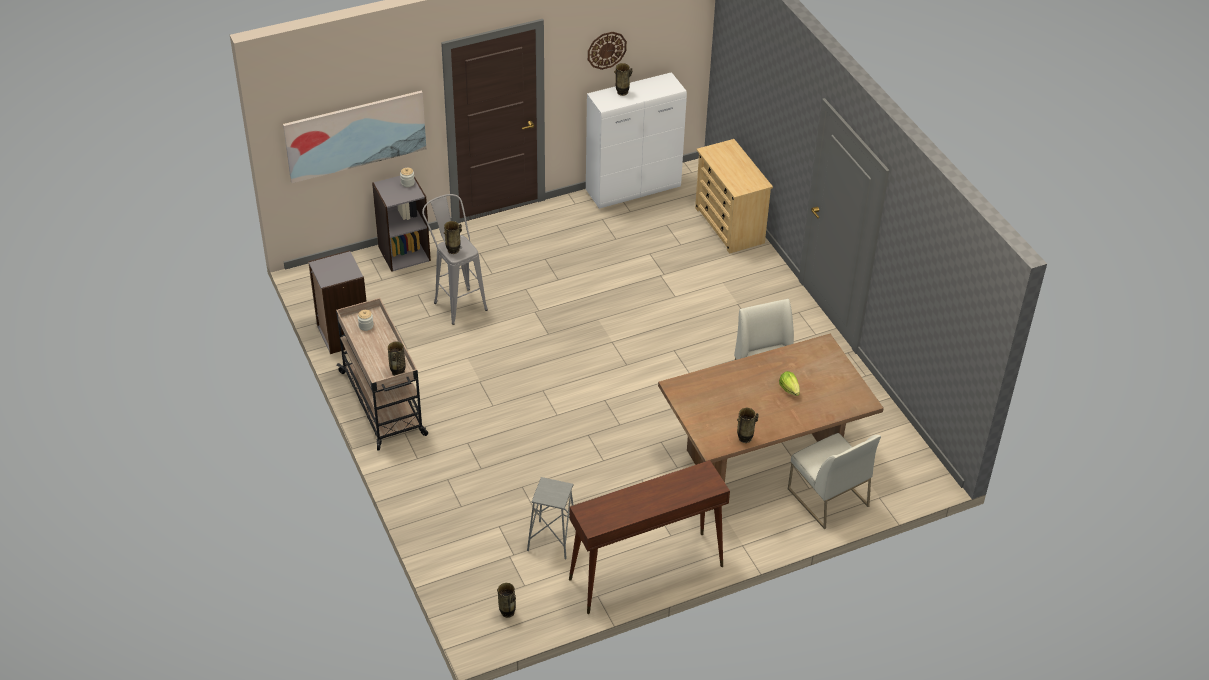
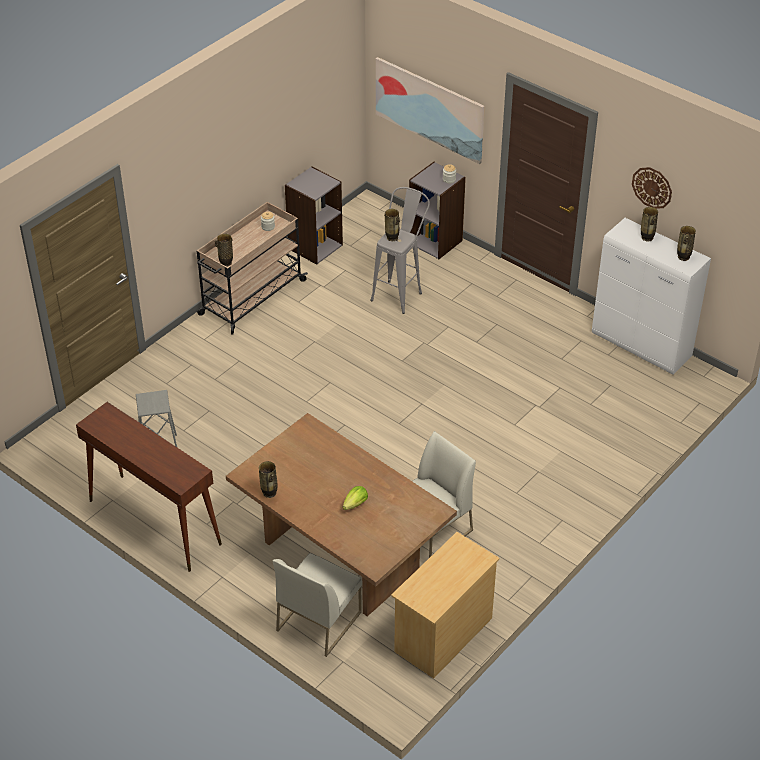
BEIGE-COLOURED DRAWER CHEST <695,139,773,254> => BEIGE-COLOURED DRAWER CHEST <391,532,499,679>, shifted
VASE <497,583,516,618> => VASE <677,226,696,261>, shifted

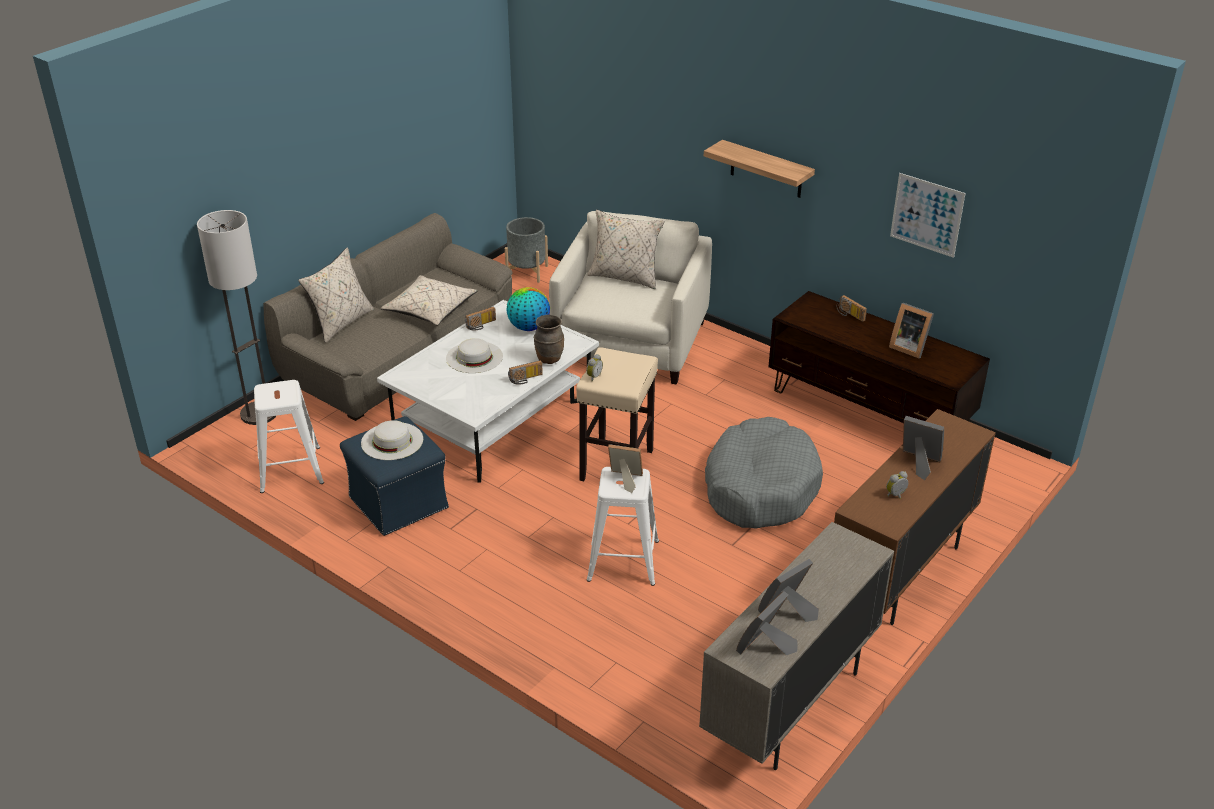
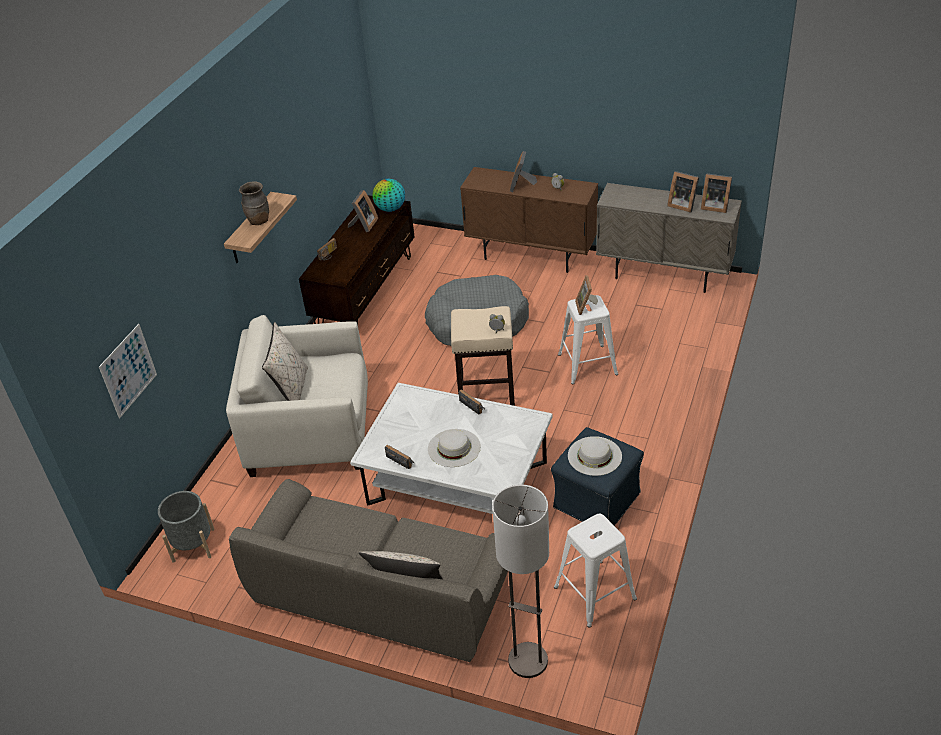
WALL ART <890,173,966,258> => WALL ART <99,324,157,418>, shifted
BROWN VASE <534,315,564,364> => BROWN VASE <239,181,269,225>, shifted
GLOBE <506,287,550,331> => GLOBE <373,179,405,212>, shifted
BEIGE-COLOURED CUSHION <381,275,478,325> => nothing

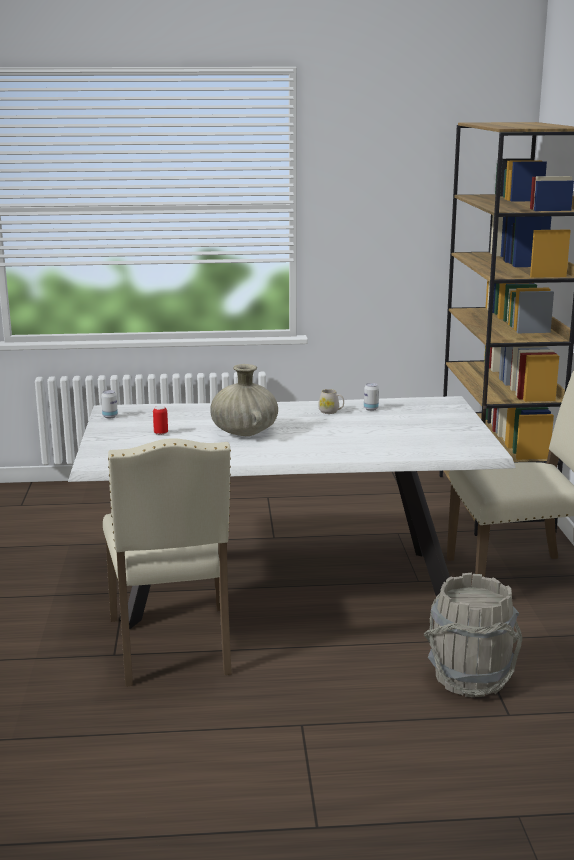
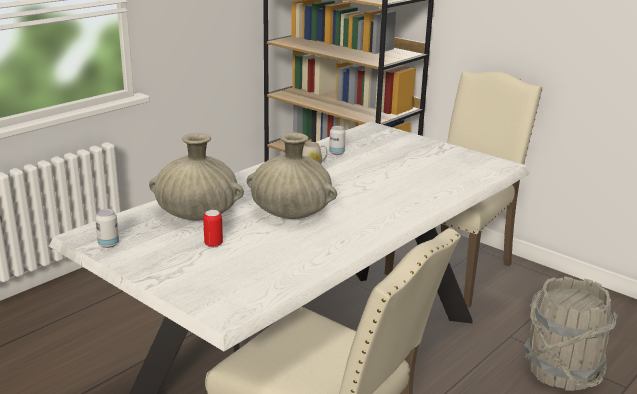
nothing => BEIGE-COLOURED VASE <149,133,244,221>

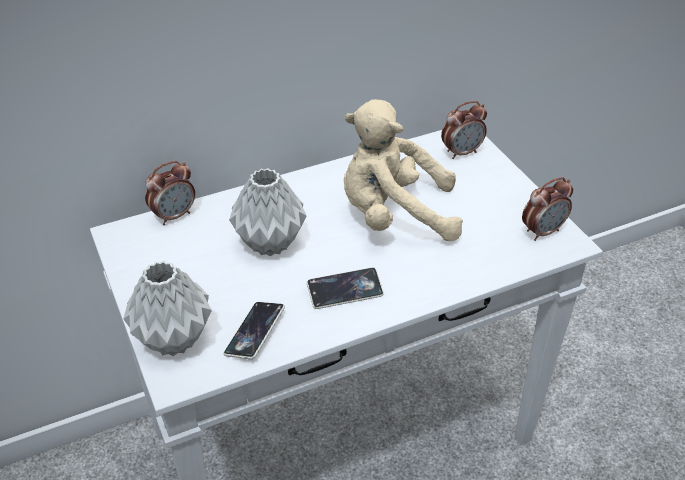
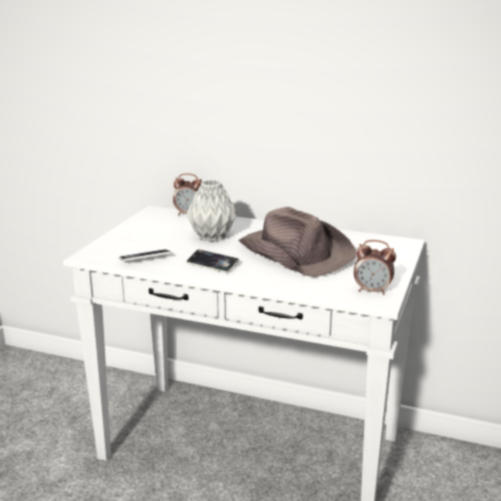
BEIGE-COLOURED CUDDLY TOY <344,99,463,242> => BROWN WEARABLE HAT <238,207,356,277>
GRAY VASE <123,261,212,356> => nothing
BEDSIDE CLOCK <441,101,487,159> => nothing

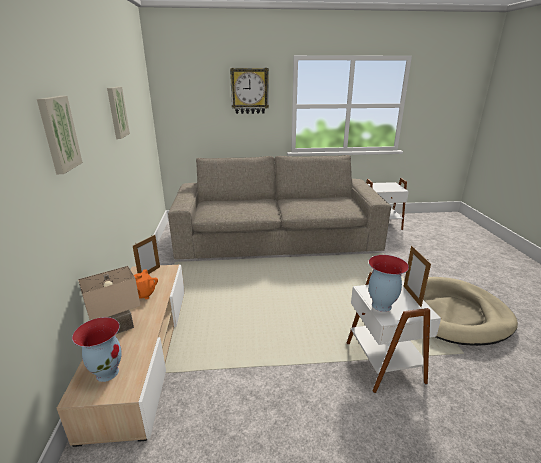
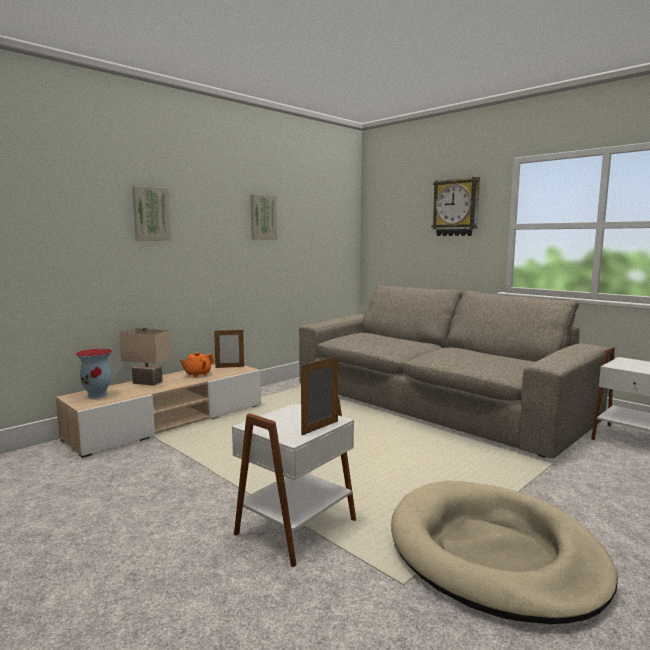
VASE <368,255,409,312> => nothing

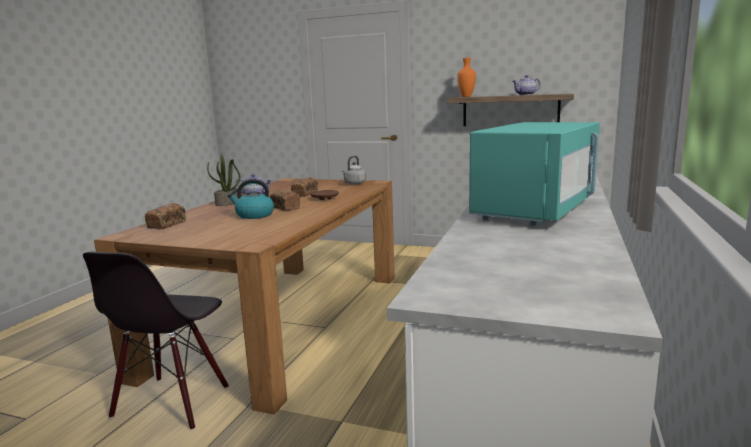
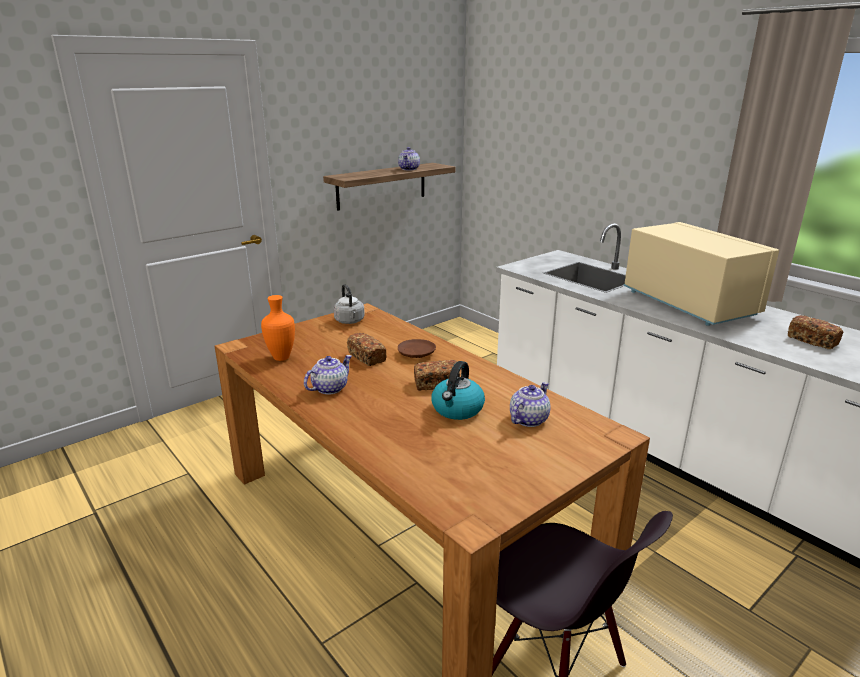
ORANGE VASE <457,58,476,97> => ORANGE VASE <261,295,295,361>, shifted
nothing => POT FOR TEA <510,382,550,427>
TURQUOISE MICROWAVE <469,122,600,225> => BEIGE-COLOURED MICROWAVE <624,222,779,326>
BAKERY BREAD <145,203,186,229> => BAKERY BREAD <788,315,844,349>, shifted
POTTED PLANT <207,155,241,206> => nothing

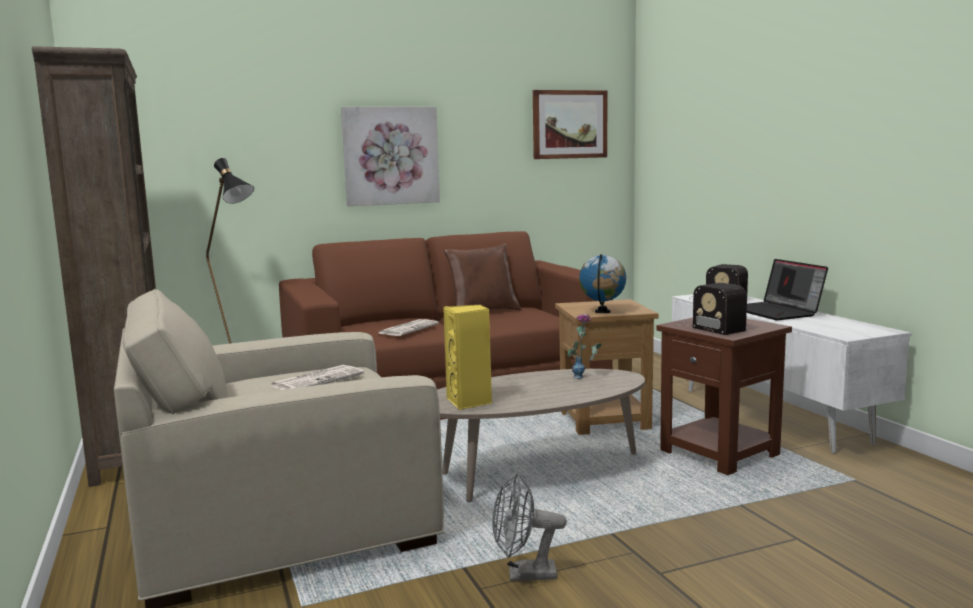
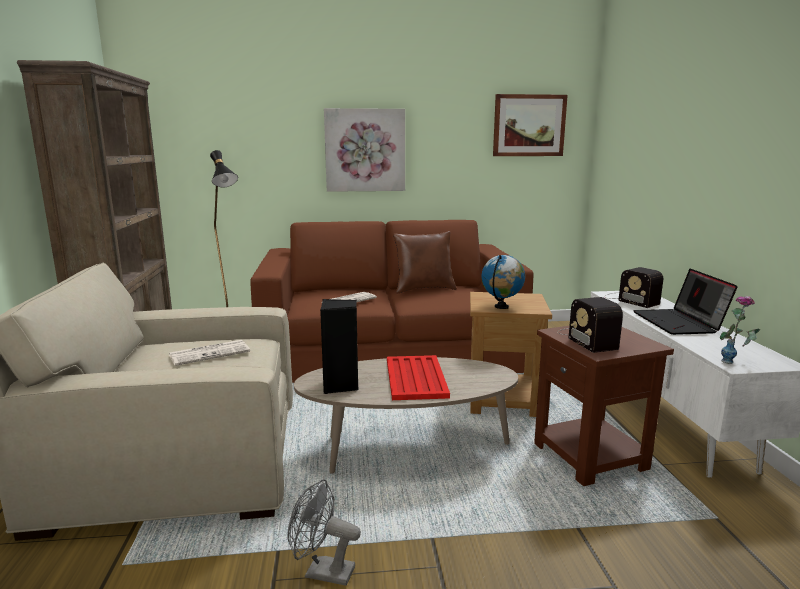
YELLOWISH LOUDSPEAKER <443,304,492,410> => BLACK-COLOURED LOUDSPEAKER <320,299,358,394>
nothing => REDDISH SERVING TRAY <387,355,450,400>
VASE <567,314,602,379> => VASE <720,296,760,364>, shifted

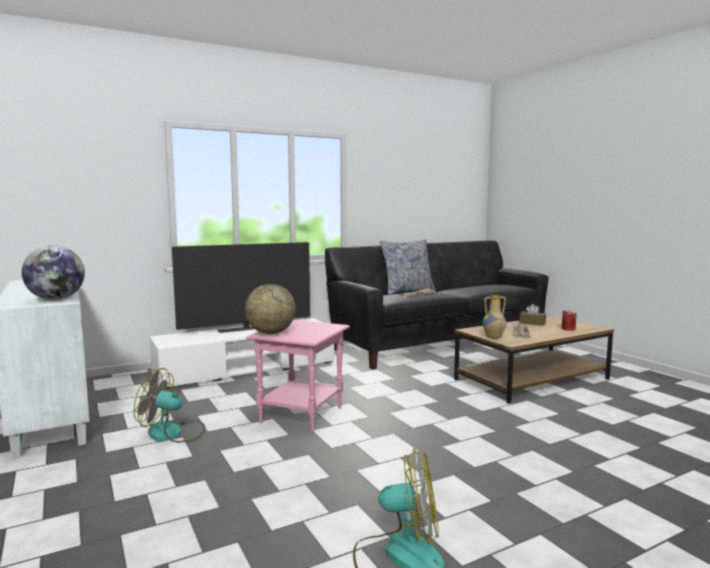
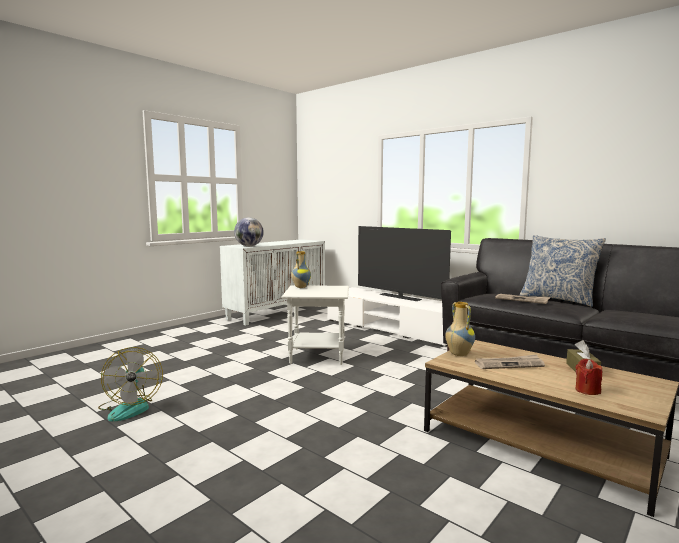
PINK END TABLE <246,320,350,432> => WHITISH END TABLE <281,285,349,365>
GLOBE <245,284,296,334> => VASE <291,251,311,288>
ELECTRIC FAN <134,368,205,443> => nothing

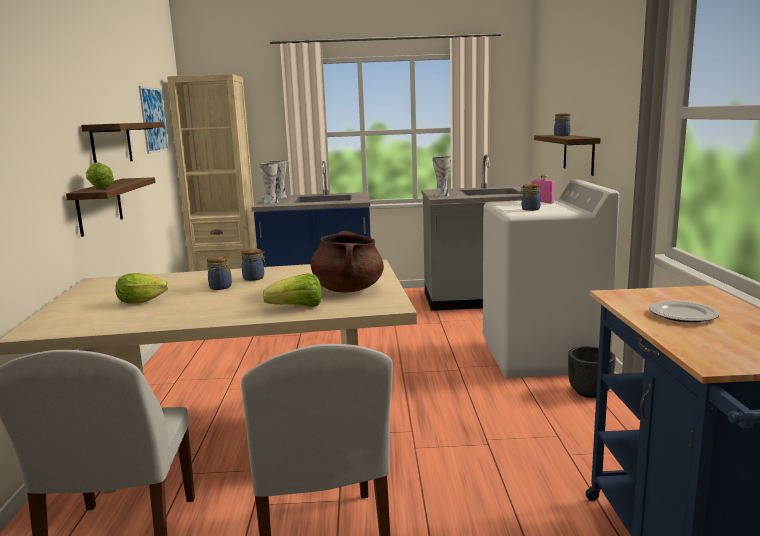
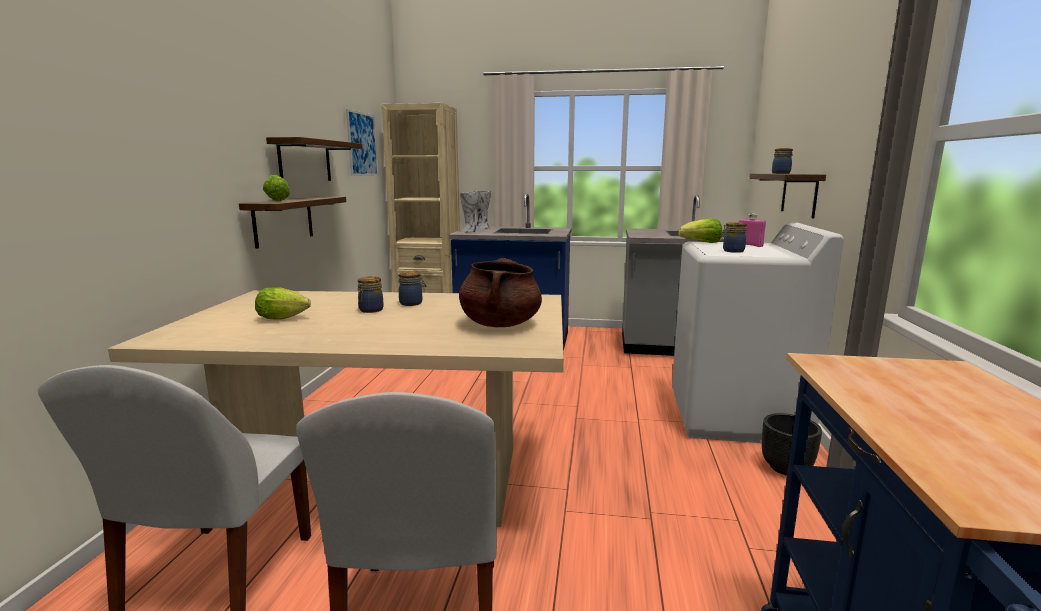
LETTUCE HEAD <262,273,322,307> => LETTUCE HEAD <678,218,722,243>, shifted
VASE <432,156,451,197> => nothing
PLATE <649,301,719,323> => nothing

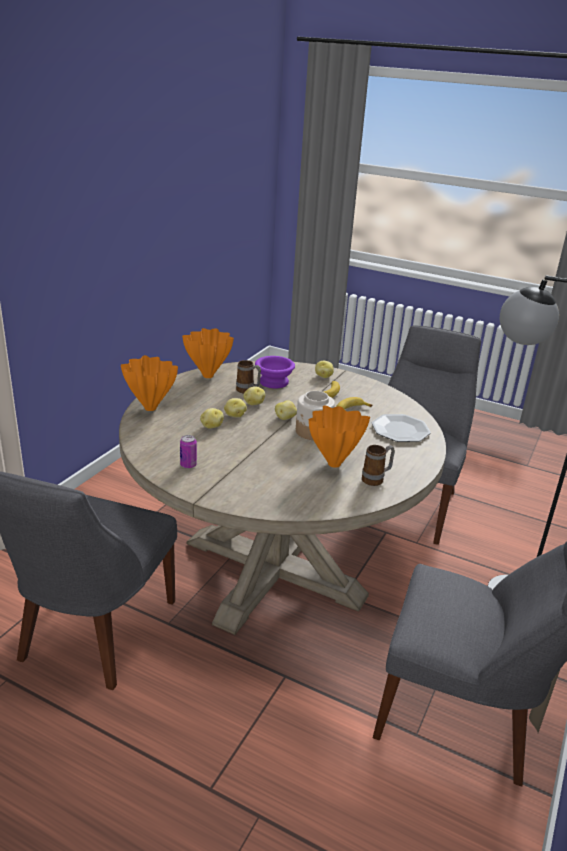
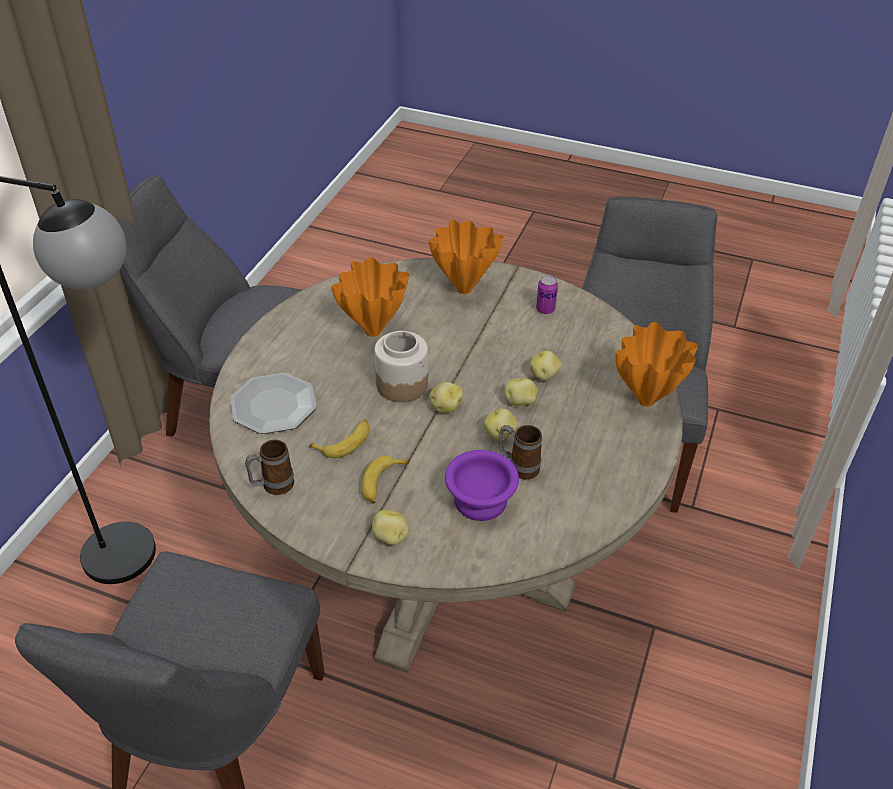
COFFEE MUG <362,445,395,486> => COFFEE MUG <245,440,294,495>, shifted
ORANGE VASE <182,328,234,378> => ORANGE VASE <429,220,504,294>, shifted

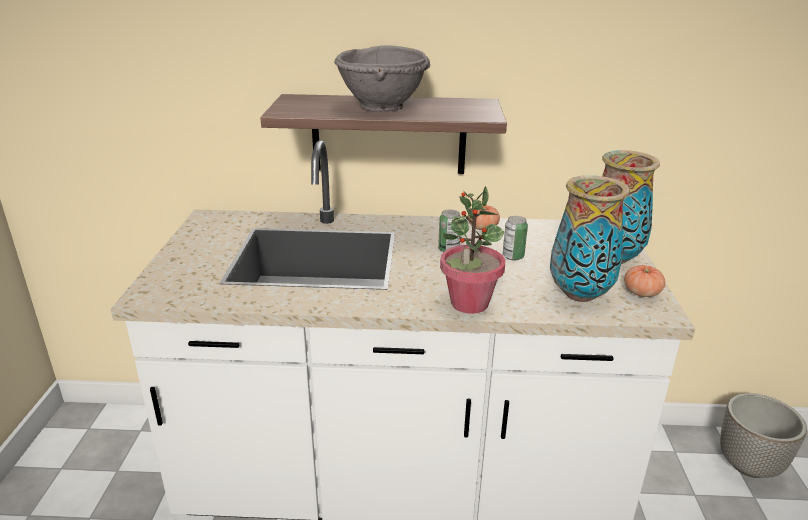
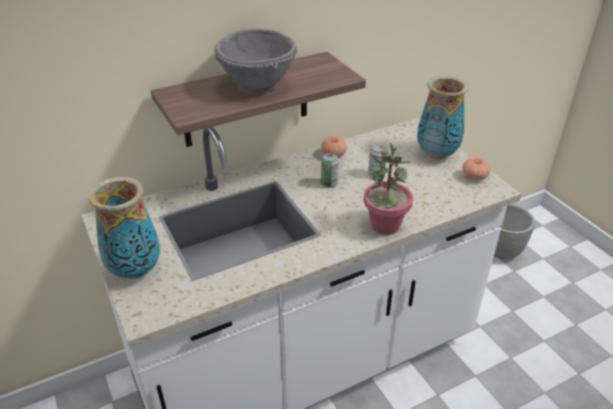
VASE <550,175,630,302> => VASE <89,177,160,279>, shifted

